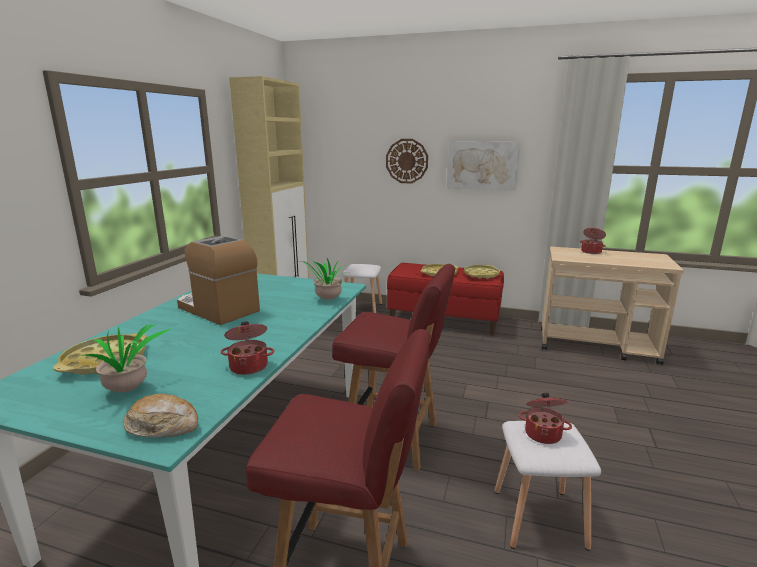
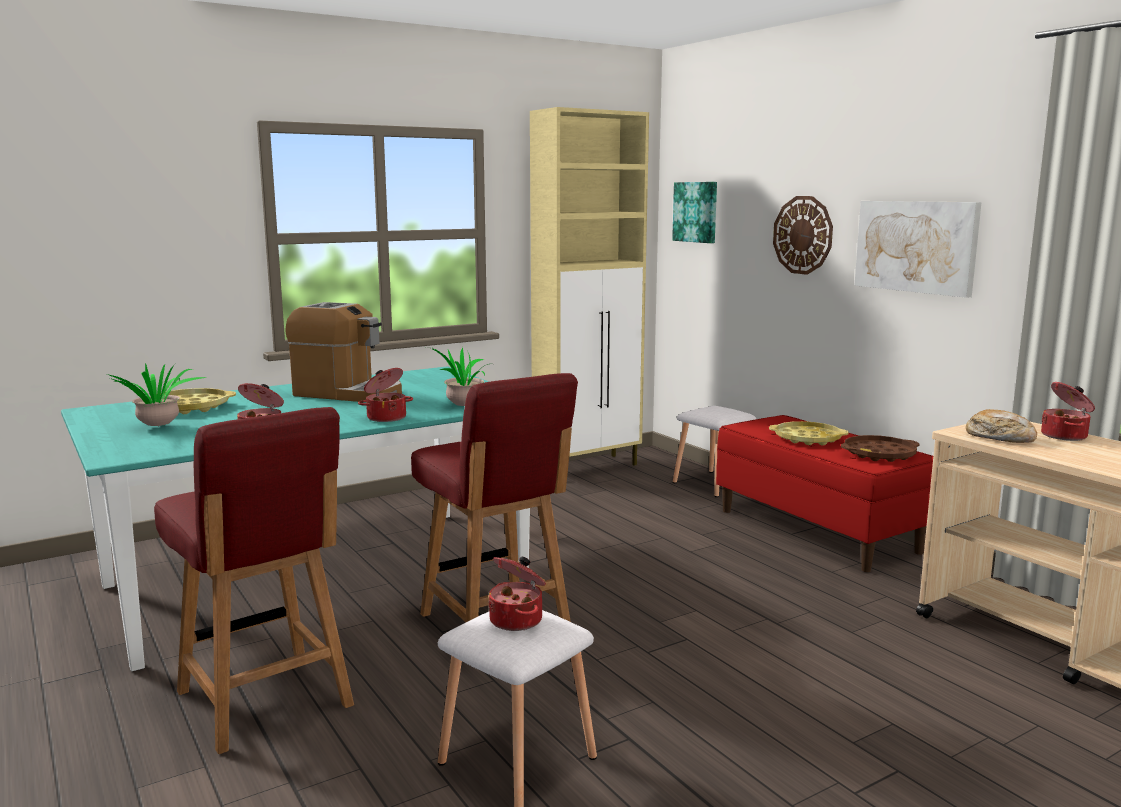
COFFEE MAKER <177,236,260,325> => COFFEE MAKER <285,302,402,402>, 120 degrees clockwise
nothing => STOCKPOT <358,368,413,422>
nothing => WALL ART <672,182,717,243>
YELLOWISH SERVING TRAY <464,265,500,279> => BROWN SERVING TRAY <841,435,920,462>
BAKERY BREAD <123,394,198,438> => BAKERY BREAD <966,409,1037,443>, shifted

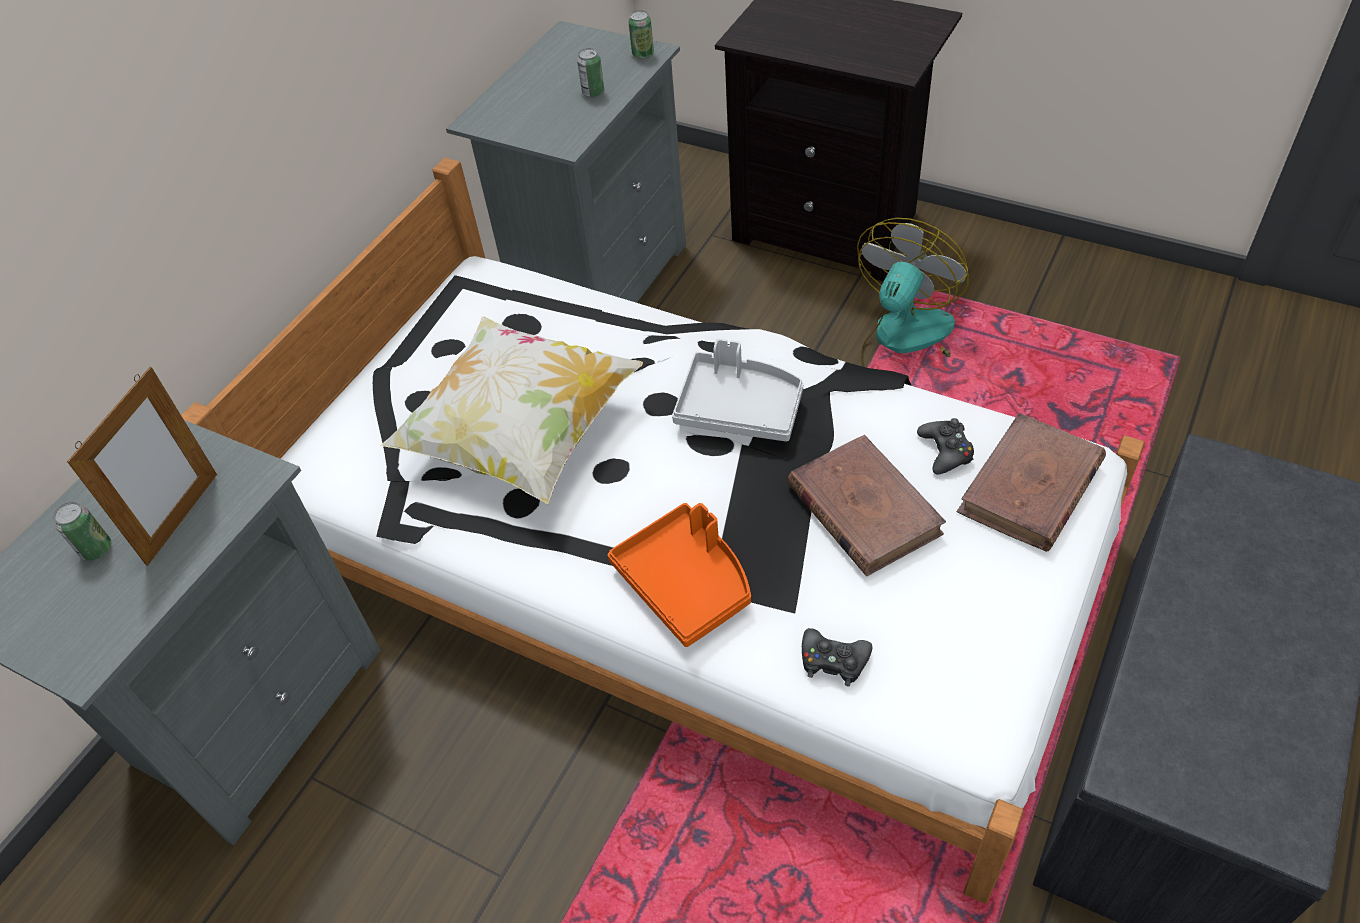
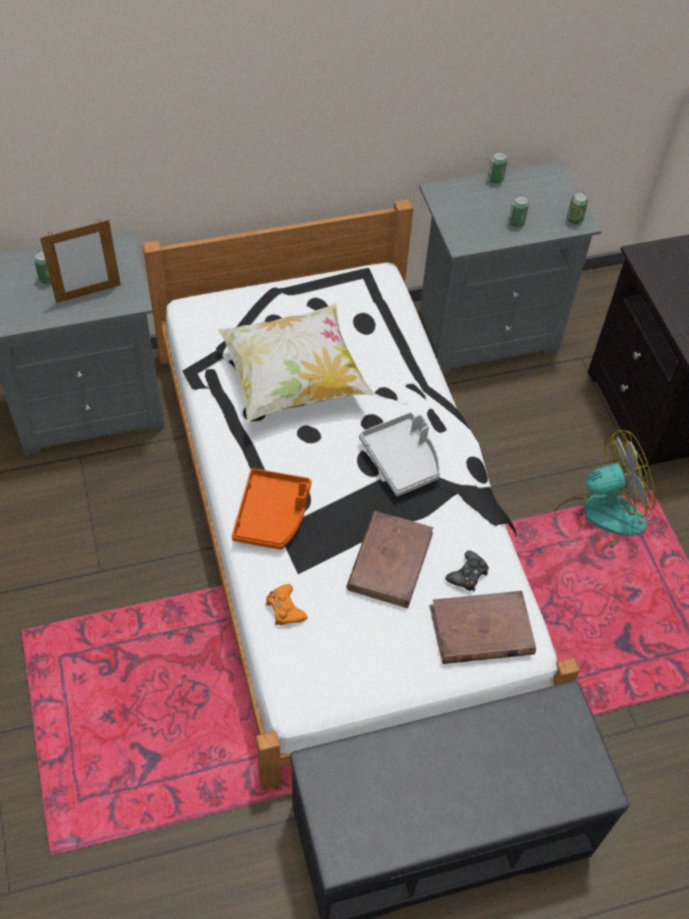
BLACK-COLOURED GAMEPAD <802,628,872,687> => ORANGE GAMEPAD <266,584,308,625>
nothing => METAL CAN <488,151,507,184>

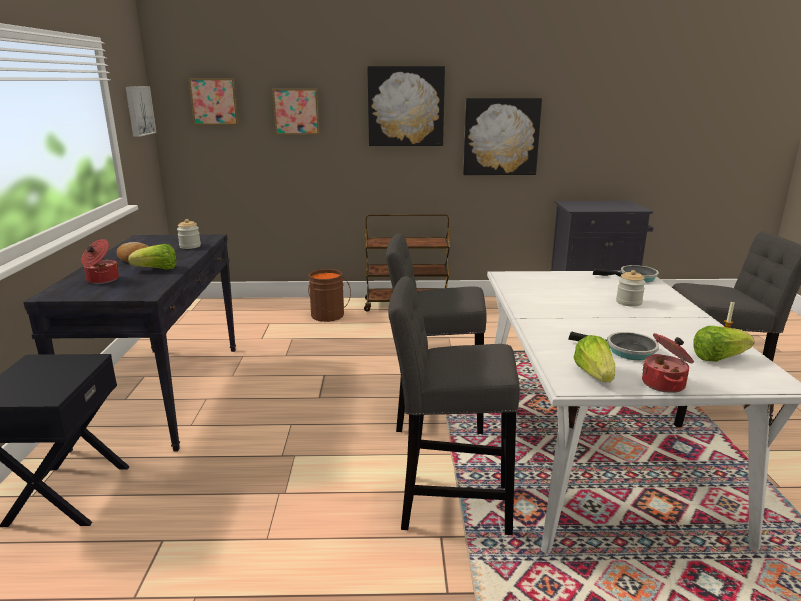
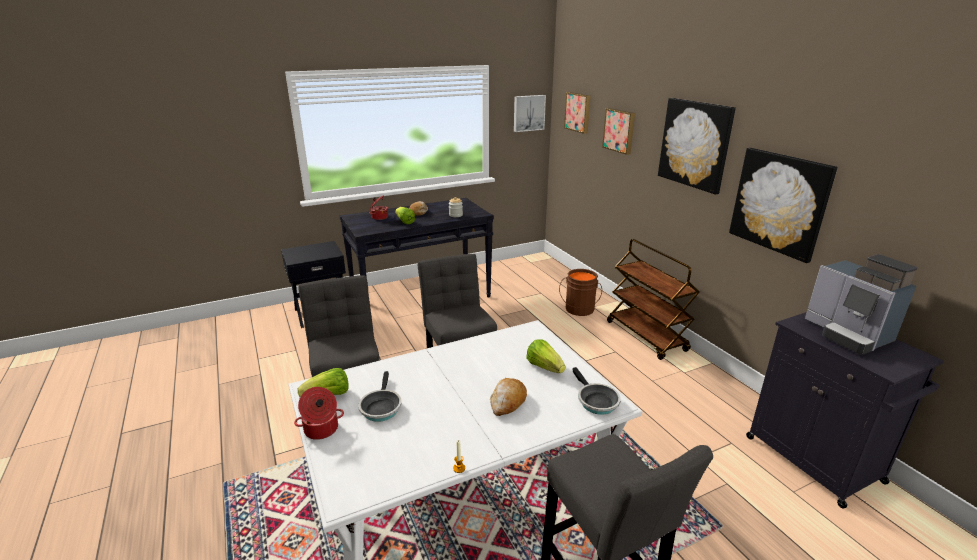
STORAGE JAR <616,270,646,307> => BAKERY BREAD <490,378,527,416>
LETTUCE HEAD <693,326,755,362> => LETTUCE HEAD <526,339,565,373>, shifted
nothing => COFFEE MAKER <805,254,917,354>

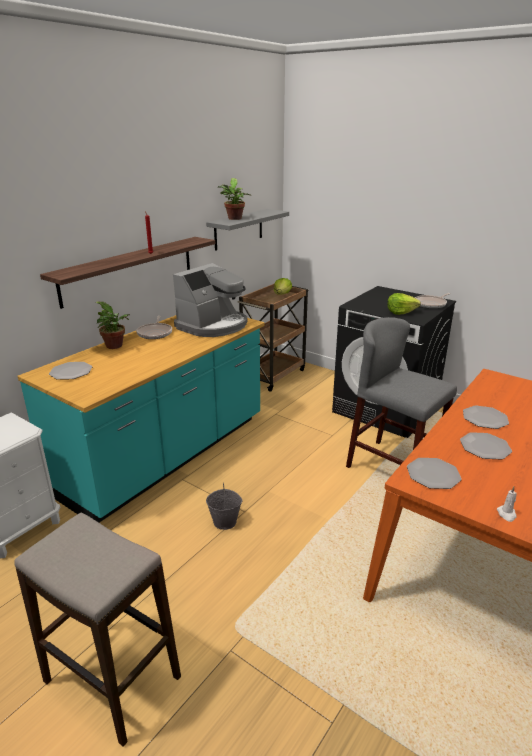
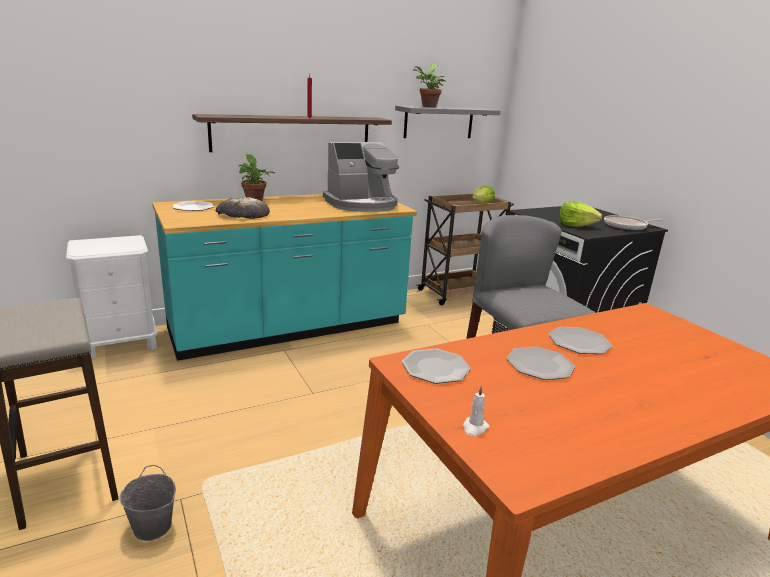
GRAY BUCKET <206,483,243,530> => GRAY BUCKET <120,465,176,541>, shifted
nothing => BAKERY BREAD <216,197,270,219>
FRYING PAN <136,316,172,339> => nothing

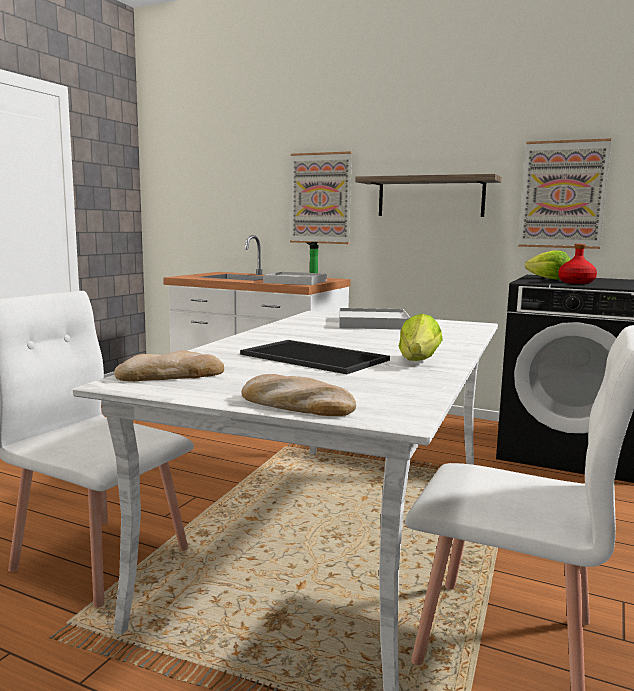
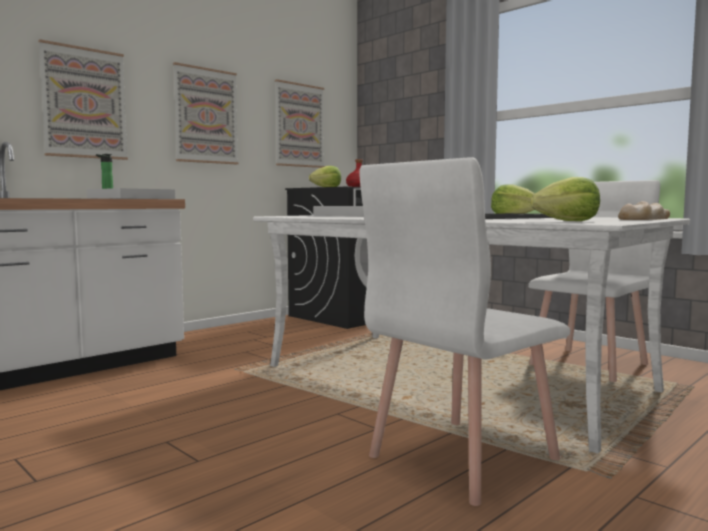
BRACKET SHELF <355,174,502,217> => WALL ART <173,62,239,164>
BAKERY BREAD <114,351,224,382> => LETTUCE HEAD <531,177,600,221>

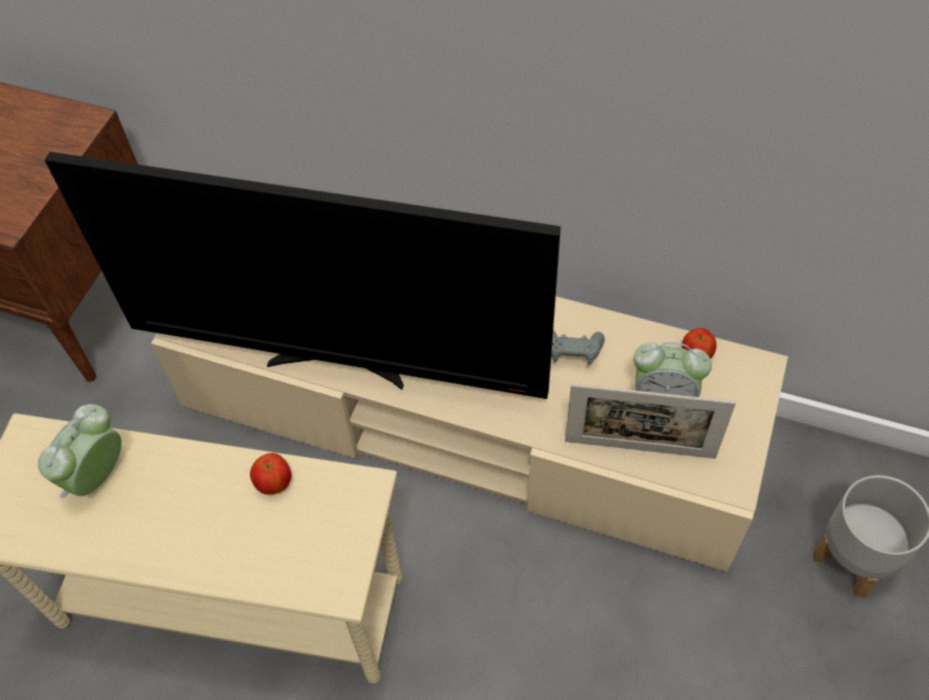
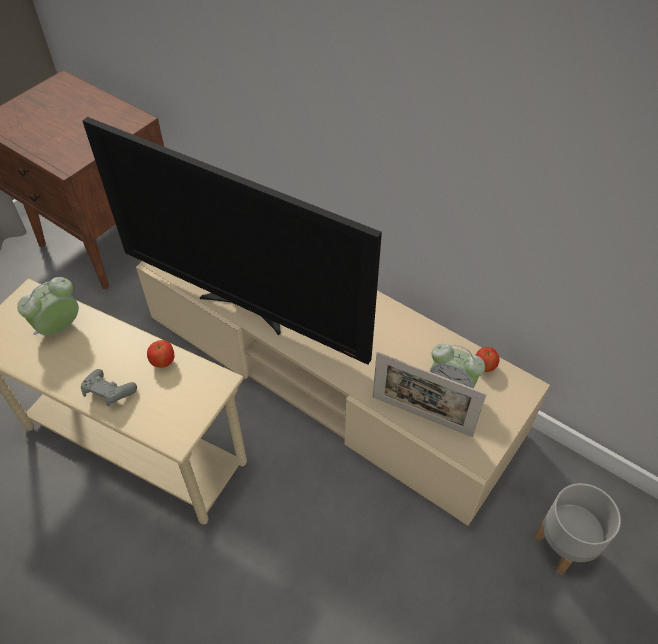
GRAY GAMEPAD <551,330,605,365> => GRAY GAMEPAD <81,369,137,407>, shifted

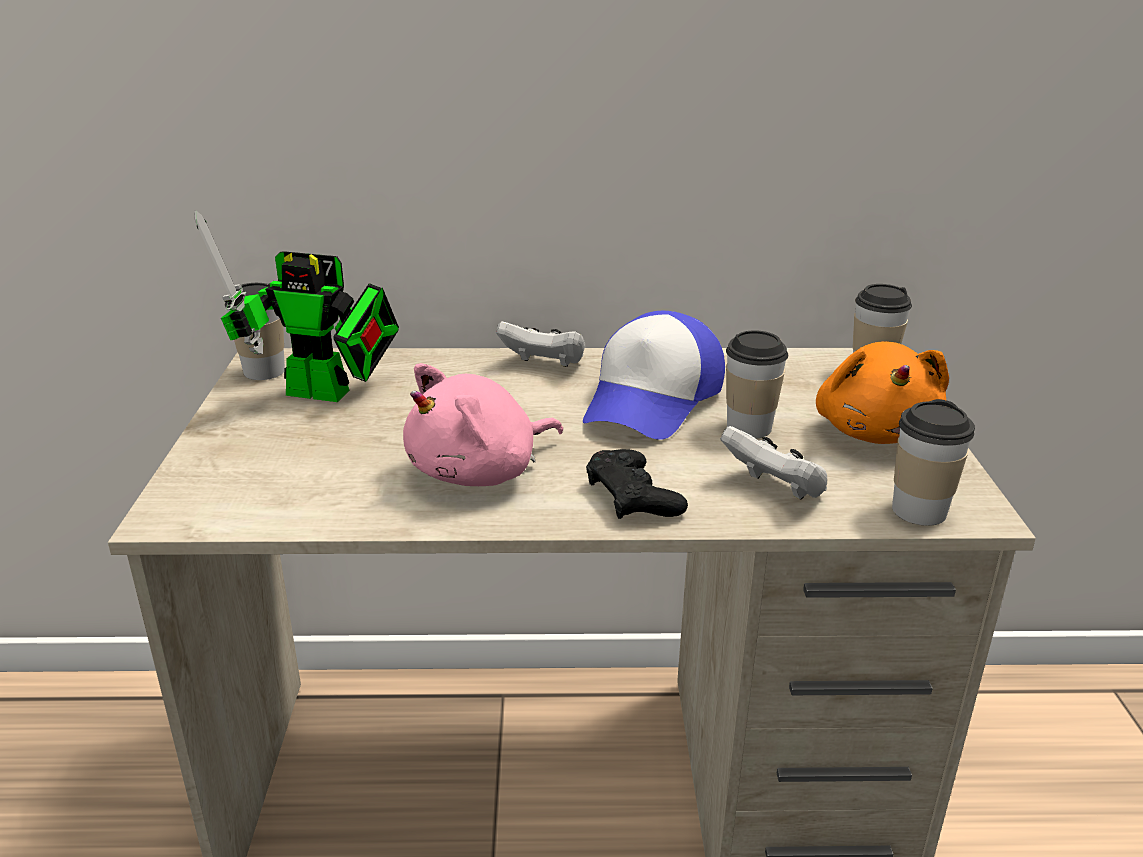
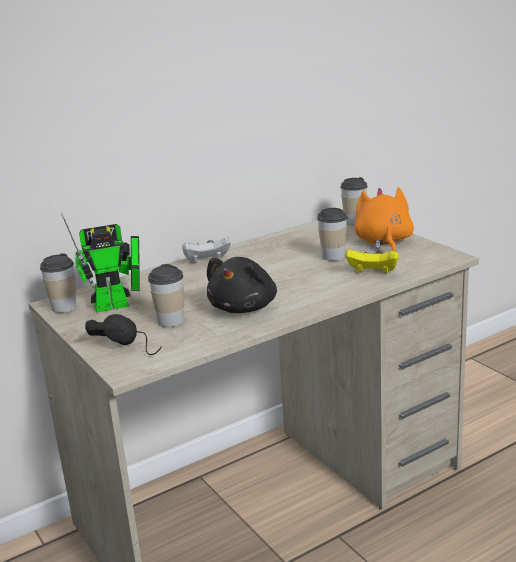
nothing => BLACK-COLOURED HEADPHONES <85,314,162,355>
DRINKING CUP <892,399,975,526> => DRINKING CUP <148,264,184,327>, shifted
PINK CUDDLY TOY <403,363,563,486> => BLACK-COLOURED CUDDLY TOY <207,257,277,313>
WHITISH GAMEPAD <720,426,827,500> => YELLOWISH GAMEPAD <345,249,399,273>
ORANGE CUDDLY TOY <816,341,949,444> => ORANGE CUDDLY TOY <354,187,414,251>, 150 degrees counterclockwise
PEAKED CAP <583,311,725,440> => nothing
BLACK-COLOURED GAMEPAD <586,449,688,519> => nothing

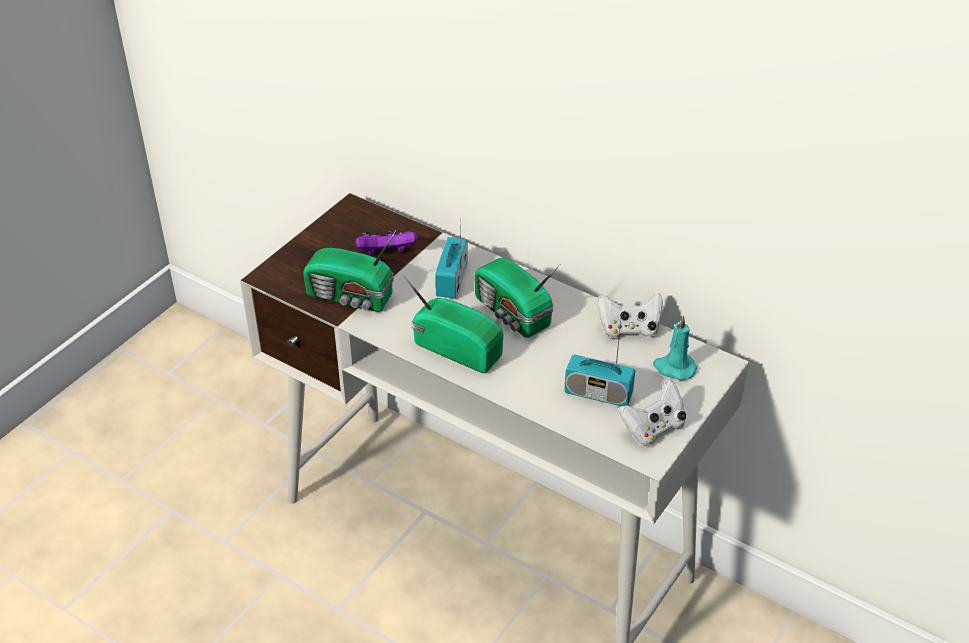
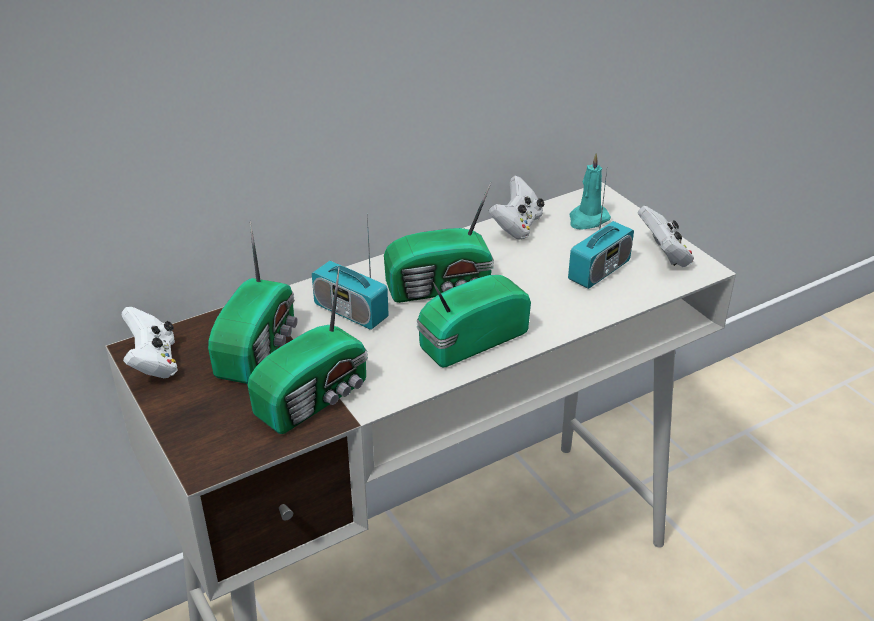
nothing => WHITISH GAMEPAD <121,307,178,378>
PURPLE-COLOURED GAMEPAD <355,230,417,256> => RADIO RECEIVER <208,221,298,384>

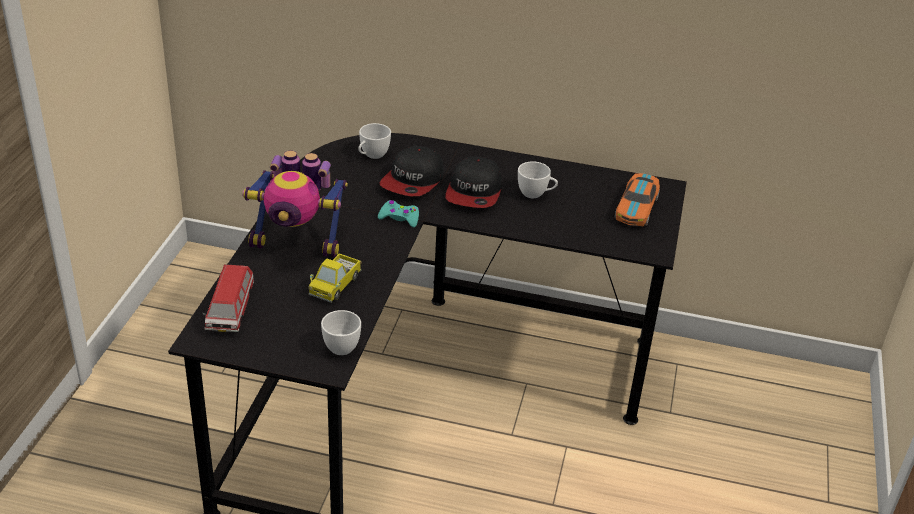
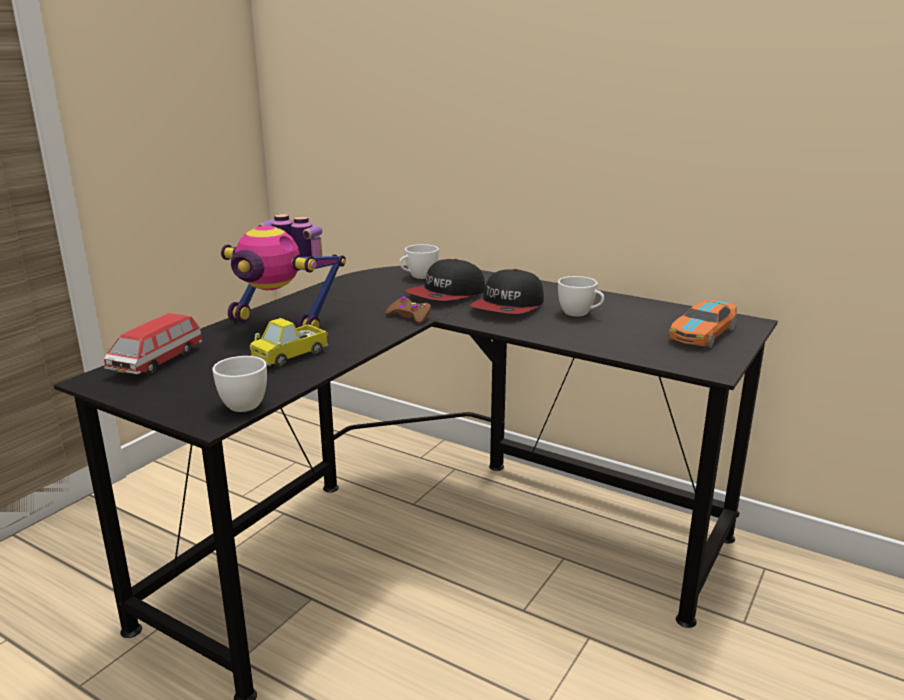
TURQUOISE GAMEPAD <378,200,419,227> => BROWN GAMEPAD <385,296,431,324>

